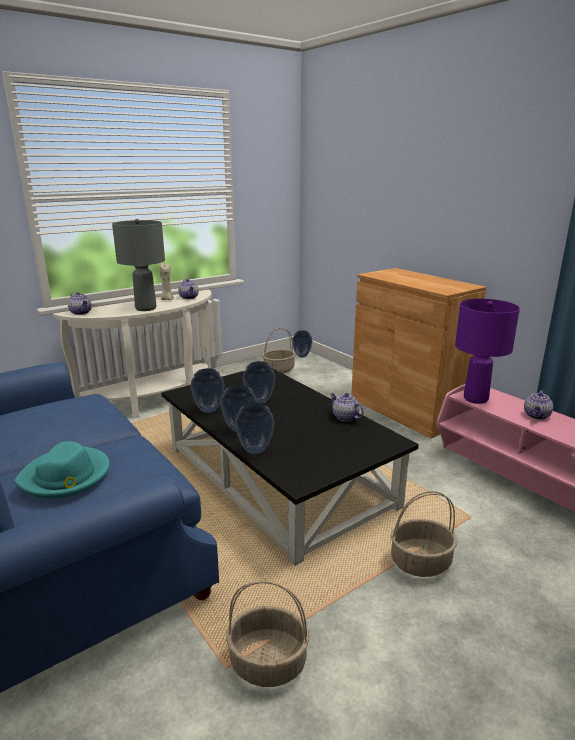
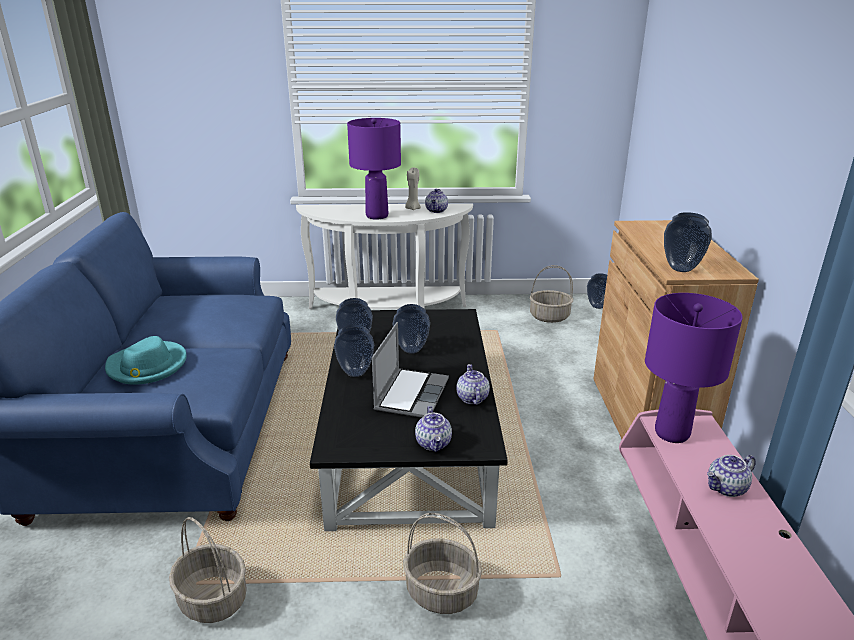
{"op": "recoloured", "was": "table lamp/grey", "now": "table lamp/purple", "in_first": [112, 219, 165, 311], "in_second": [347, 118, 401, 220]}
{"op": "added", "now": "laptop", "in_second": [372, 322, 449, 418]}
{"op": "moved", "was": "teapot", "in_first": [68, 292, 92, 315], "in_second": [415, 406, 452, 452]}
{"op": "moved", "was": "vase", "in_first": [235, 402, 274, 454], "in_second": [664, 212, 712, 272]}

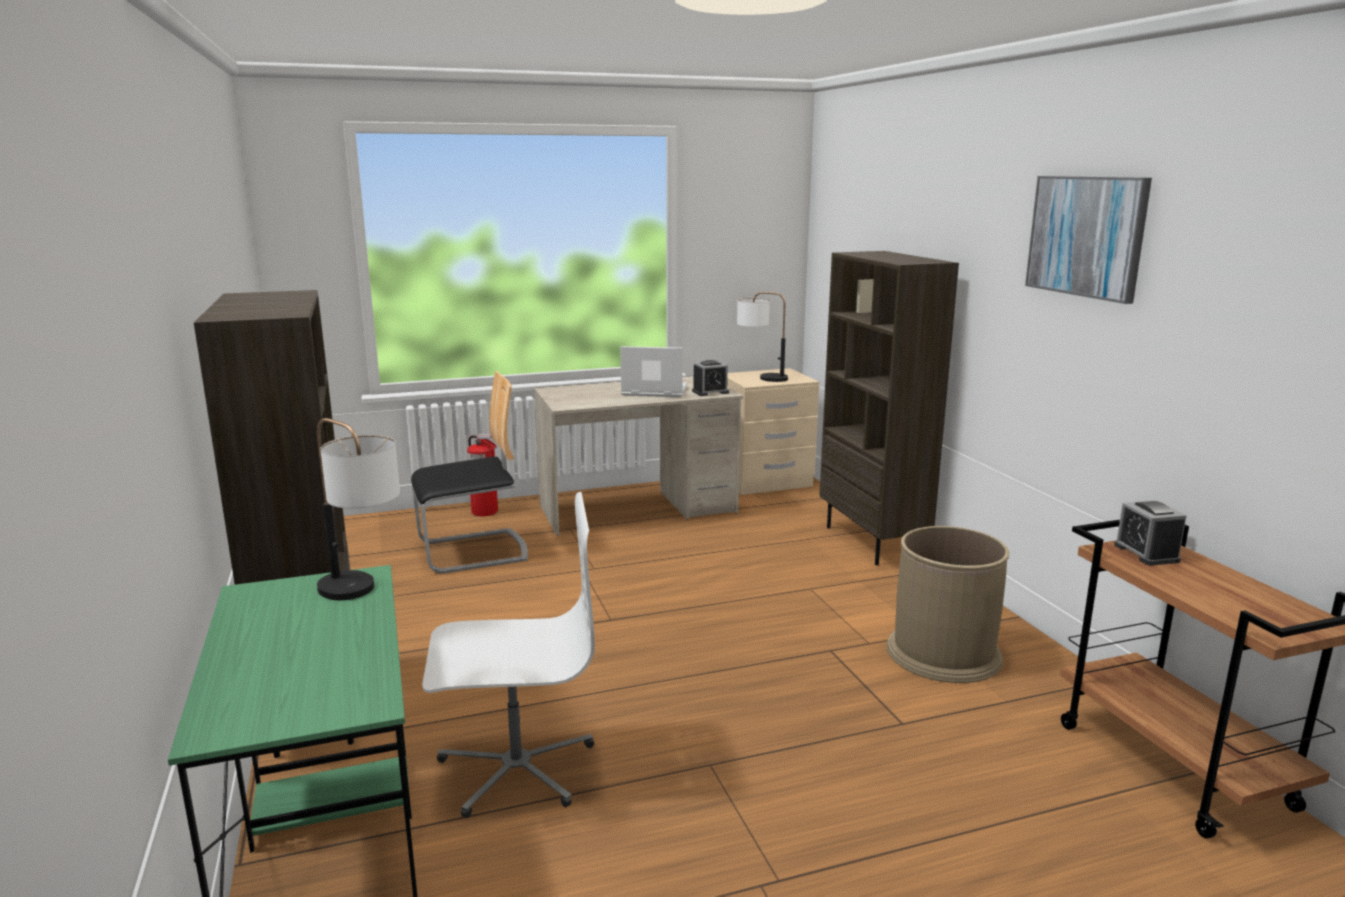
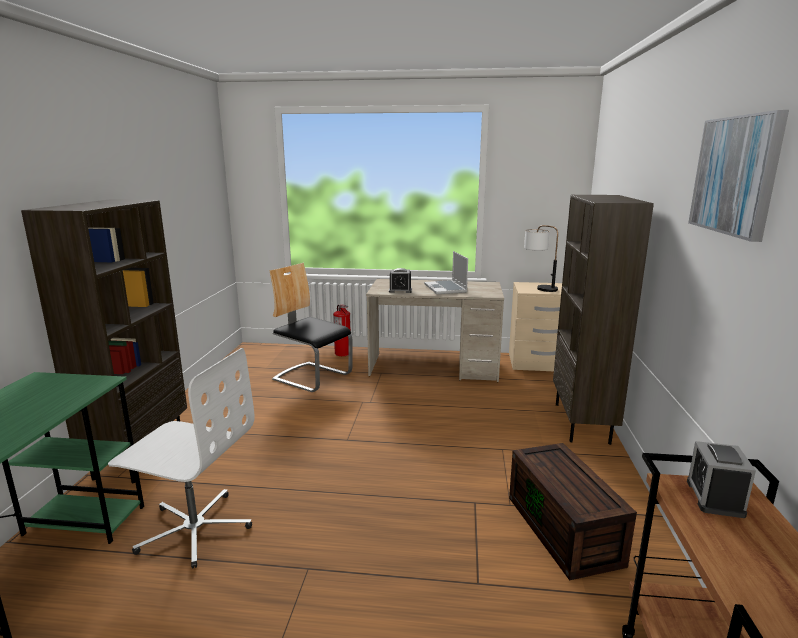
{"op": "turned", "was": "chair", "in_first": [411, 371, 528, 574], "in_second": [269, 263, 352, 392], "clockwise": -150}
{"op": "moved", "was": "alarm clock", "in_first": [692, 360, 729, 396], "in_second": [389, 268, 412, 293]}
{"op": "turned", "was": "laptop", "in_first": [620, 346, 687, 397], "in_second": [424, 251, 468, 294], "clockwise": -135}
{"op": "replaced", "was": "trash can/brown", "now": "storage box/brown", "in_first": [886, 526, 1009, 683], "in_second": [509, 443, 637, 580]}
{"op": "removed", "was": "table lamp", "in_first": [317, 418, 400, 600]}

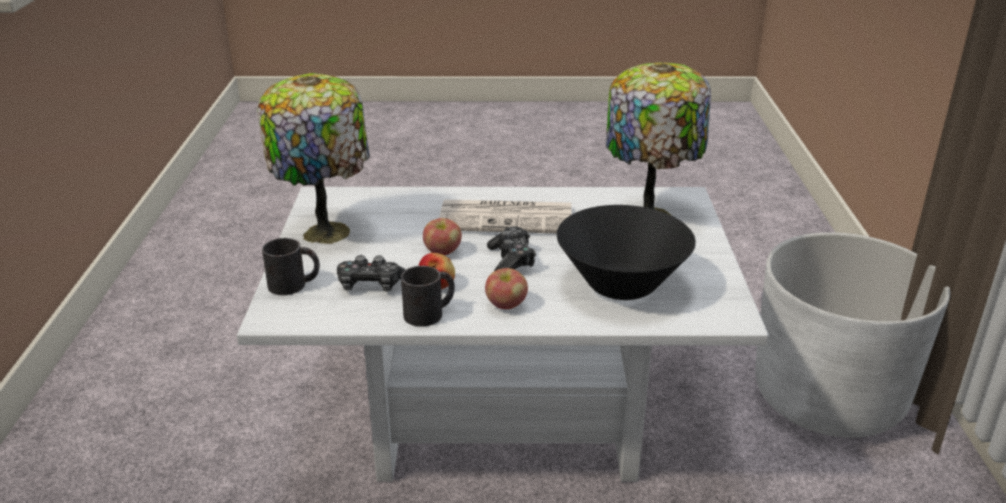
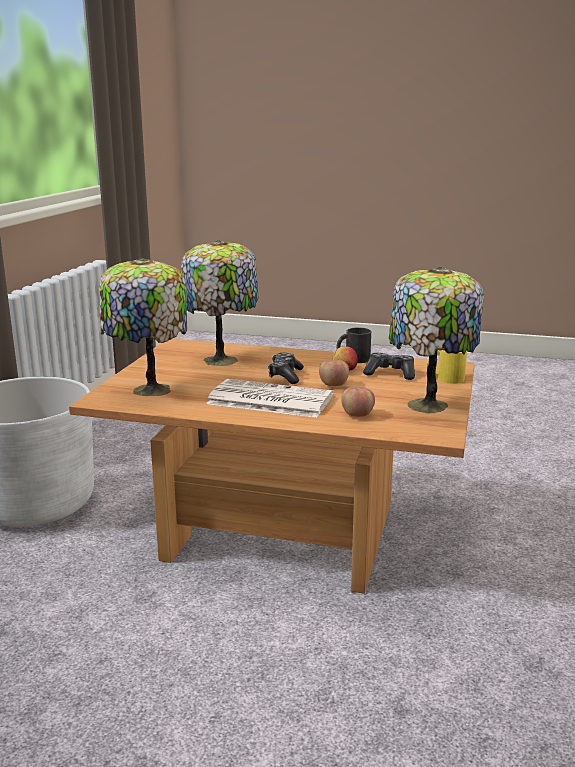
{"op": "recoloured", "was": "coffee table/white", "now": "coffee table/brown", "in_first": [237, 187, 769, 482], "in_second": [69, 339, 475, 594]}
{"op": "replaced", "was": "bowl/black", "now": "table lamp", "in_first": [556, 205, 696, 300], "in_second": [181, 240, 259, 366]}
{"op": "moved", "was": "apple", "in_first": [485, 268, 528, 309], "in_second": [341, 387, 375, 417]}
{"op": "recoloured", "was": "mug/black", "now": "mug/yellow", "in_first": [262, 238, 320, 295], "in_second": [427, 350, 467, 384]}

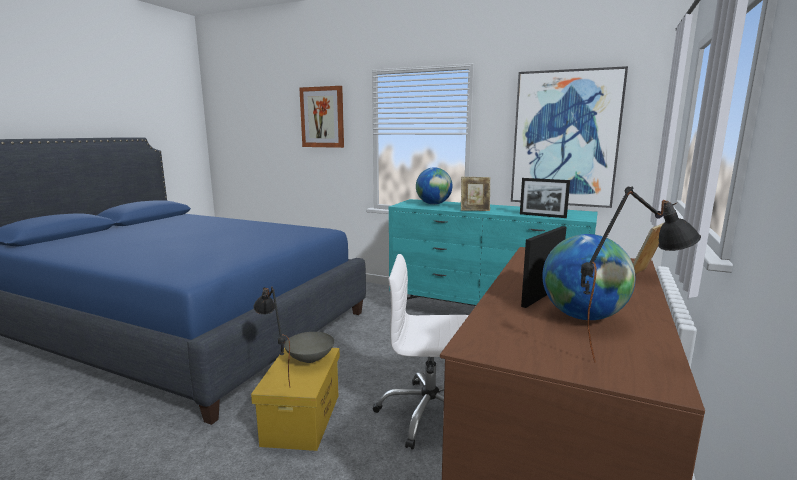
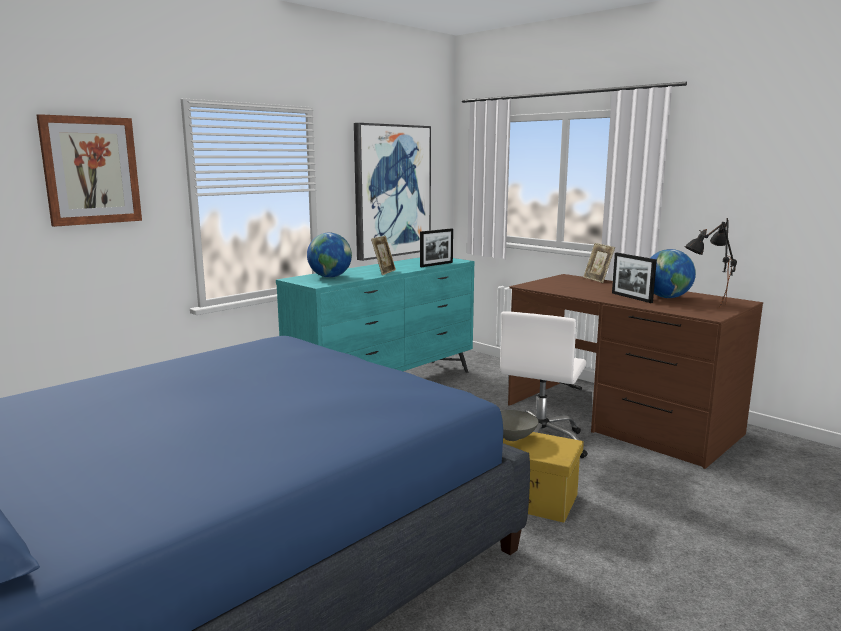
{"op": "moved", "was": "table lamp/black", "in_first": [253, 287, 290, 387], "in_second": [685, 222, 737, 308]}

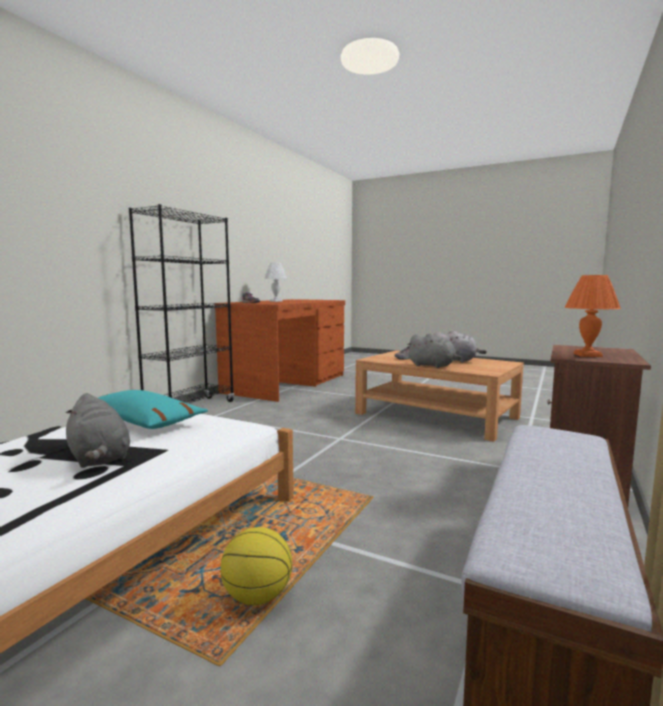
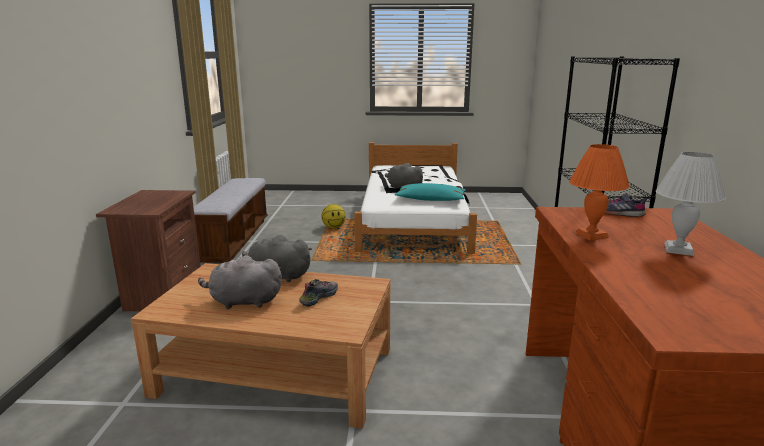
{"op": "moved", "was": "table lamp/orange", "in_first": [564, 275, 621, 357], "in_second": [569, 144, 630, 241]}

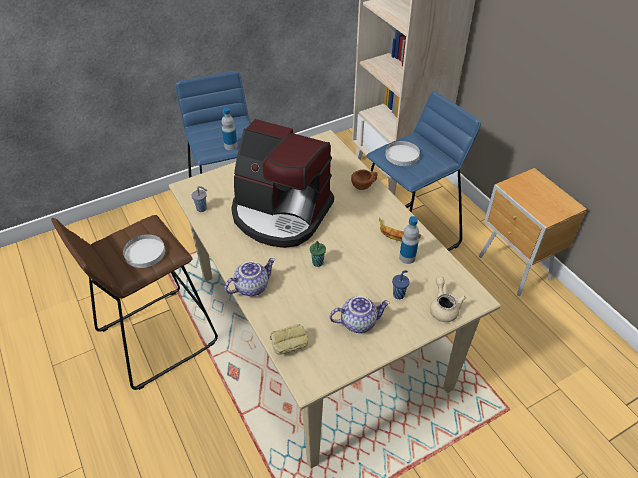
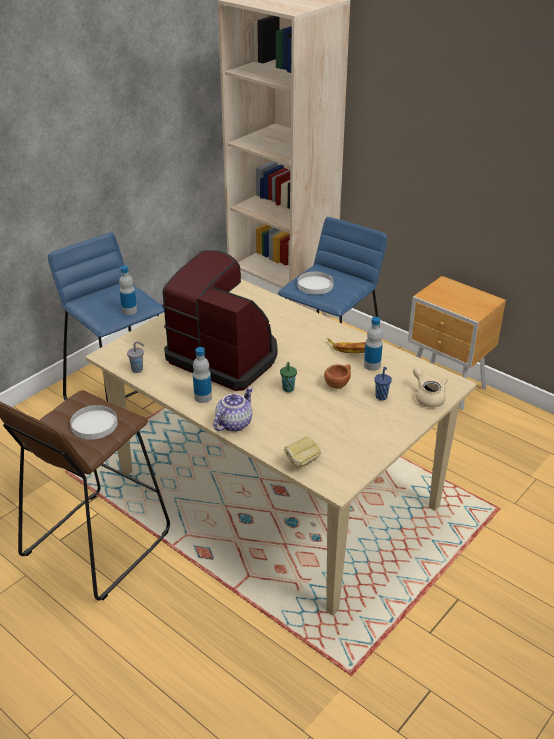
{"op": "turned", "was": "coffee machine", "in_first": [231, 119, 334, 248], "in_second": [162, 250, 278, 391], "clockwise": -150}
{"op": "added", "now": "bottle", "in_second": [193, 347, 212, 403]}
{"op": "moved", "was": "cup/brown", "in_first": [351, 169, 378, 190], "in_second": [324, 364, 351, 389]}
{"op": "removed", "was": "teapot", "in_first": [329, 296, 390, 333]}

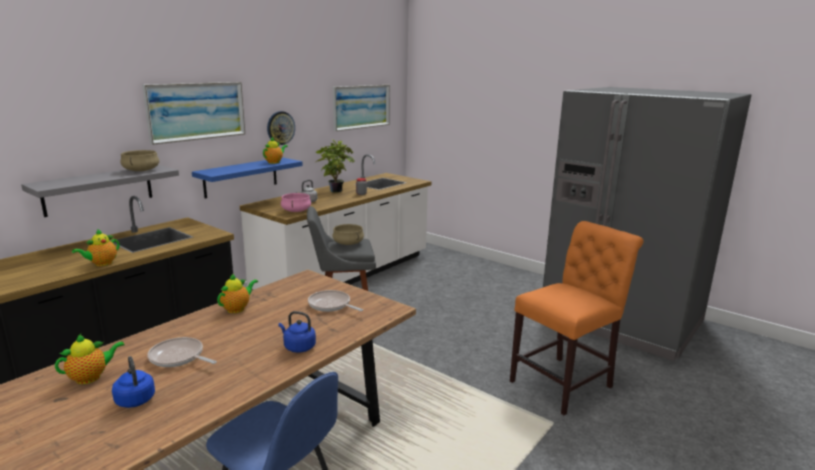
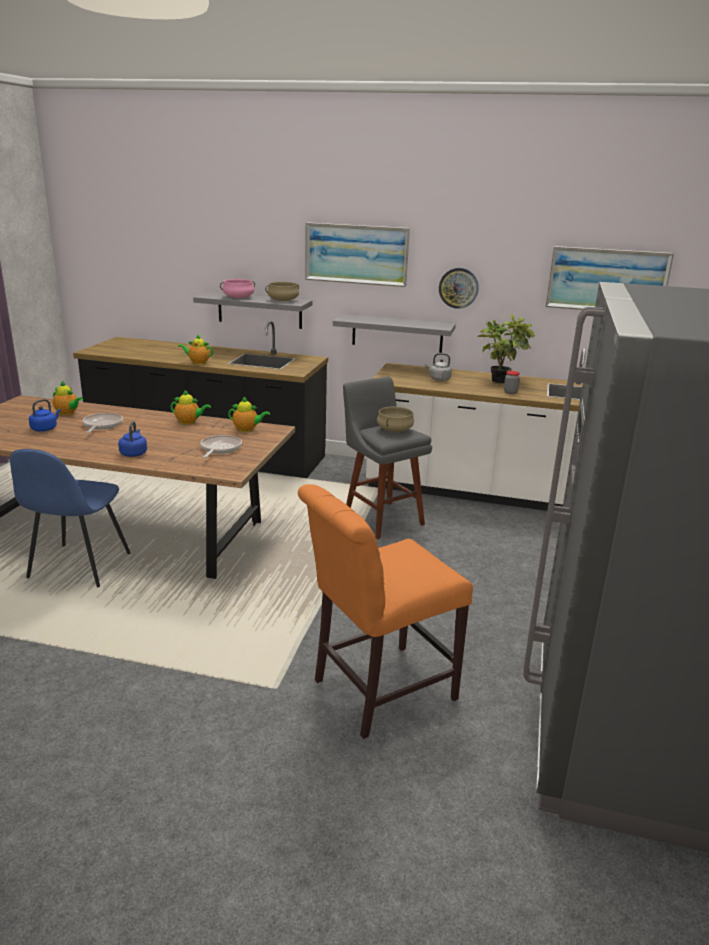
{"op": "moved", "was": "cooking pot/pink", "in_first": [281, 193, 311, 212], "in_second": [220, 279, 255, 298]}
{"op": "moved", "was": "teapot", "in_first": [263, 137, 288, 164], "in_second": [228, 397, 270, 432]}
{"op": "turned", "was": "chair/orange", "in_first": [510, 221, 644, 415], "in_second": [298, 484, 473, 739], "clockwise": 120}
{"op": "recoloured", "was": "shelf/blue", "now": "shelf/grey", "in_first": [192, 157, 303, 199], "in_second": [333, 314, 456, 353]}

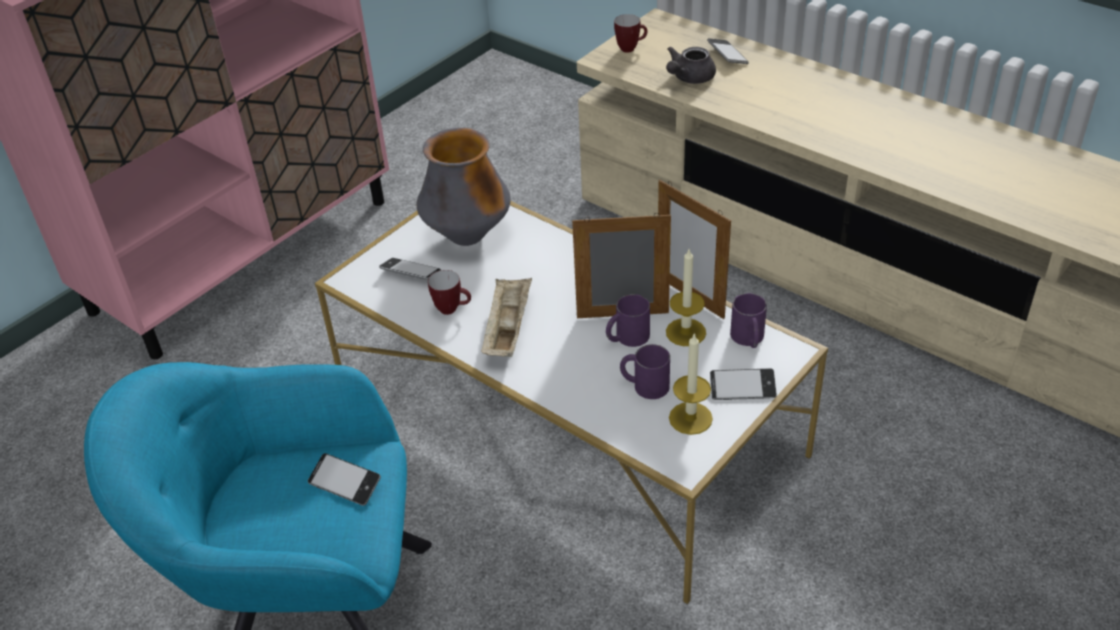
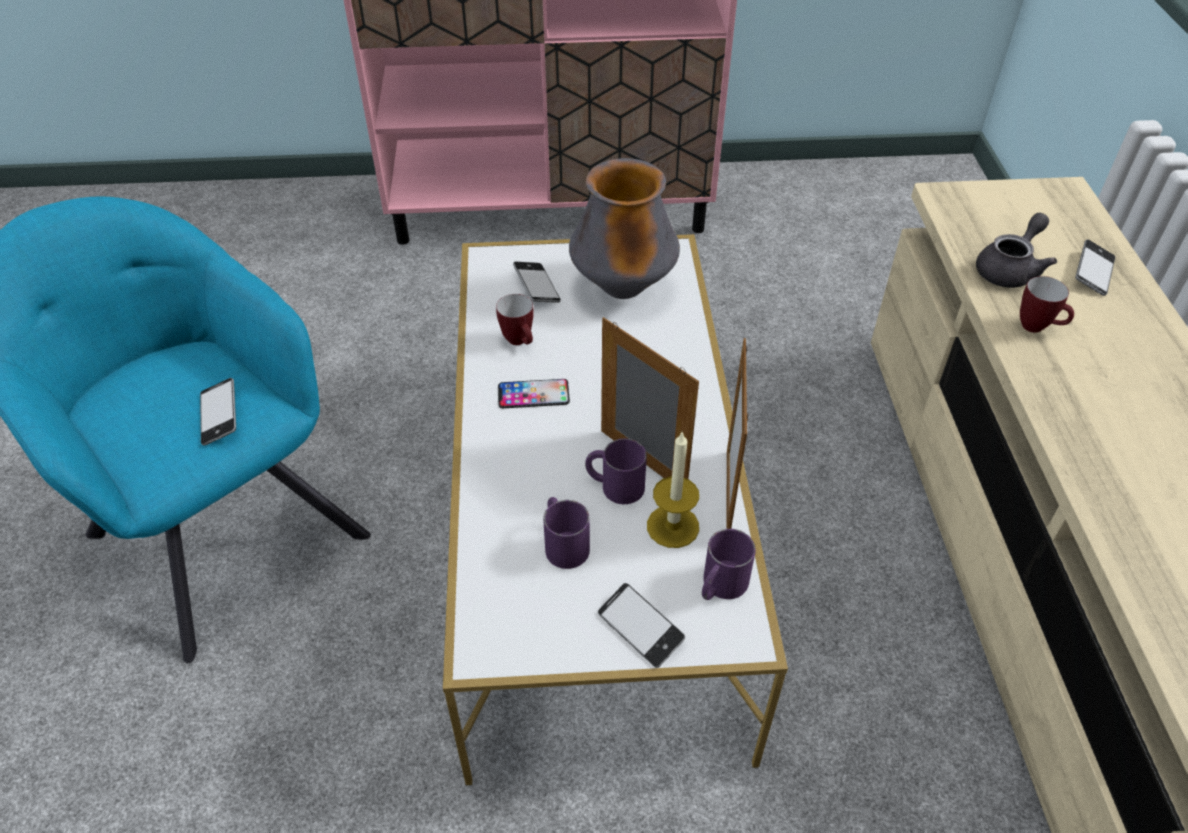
{"op": "replaced", "was": "tray/beige", "now": "phone", "in_first": [481, 278, 532, 357], "in_second": [498, 379, 570, 408]}
{"op": "turned", "was": "teapot/grey", "in_first": [666, 47, 716, 84], "in_second": [976, 213, 1057, 288], "clockwise": 135}
{"op": "moved", "was": "mug", "in_first": [614, 14, 648, 53], "in_second": [1020, 276, 1074, 333]}
{"op": "removed", "was": "candle", "in_first": [669, 333, 713, 435]}

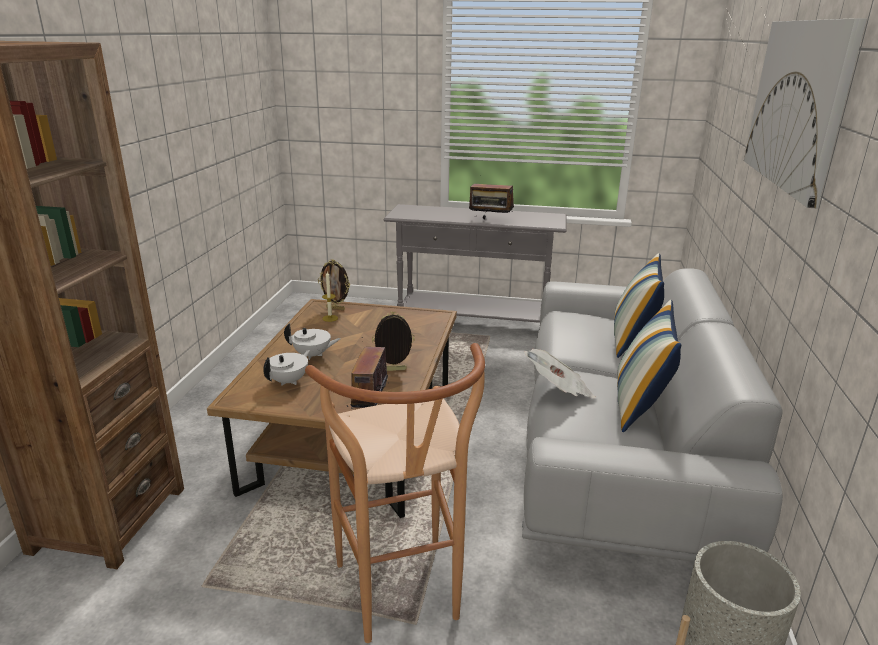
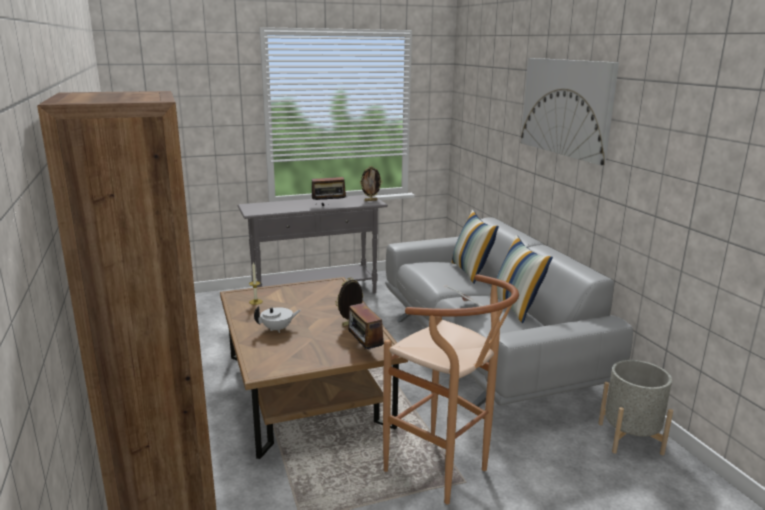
{"op": "moved", "was": "picture frame", "in_first": [318, 259, 351, 310], "in_second": [360, 166, 382, 201]}
{"op": "removed", "was": "teapot/white", "in_first": [263, 350, 310, 386]}

